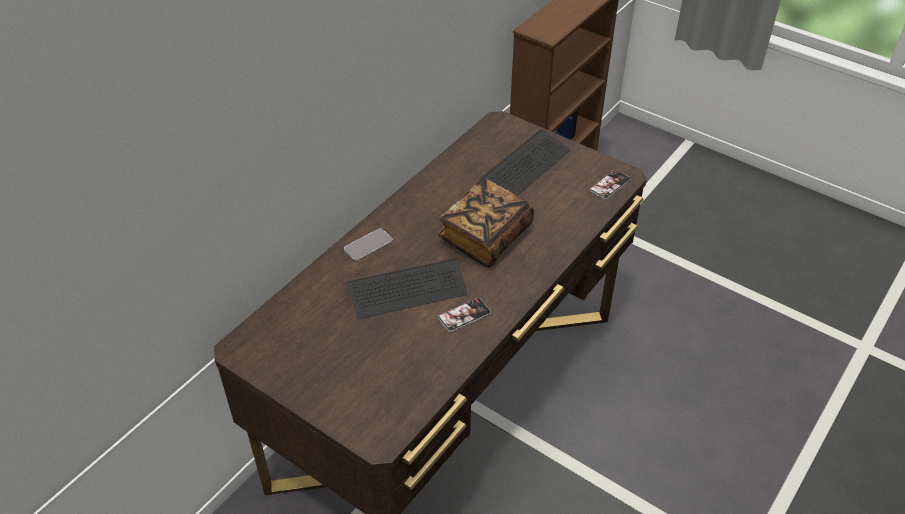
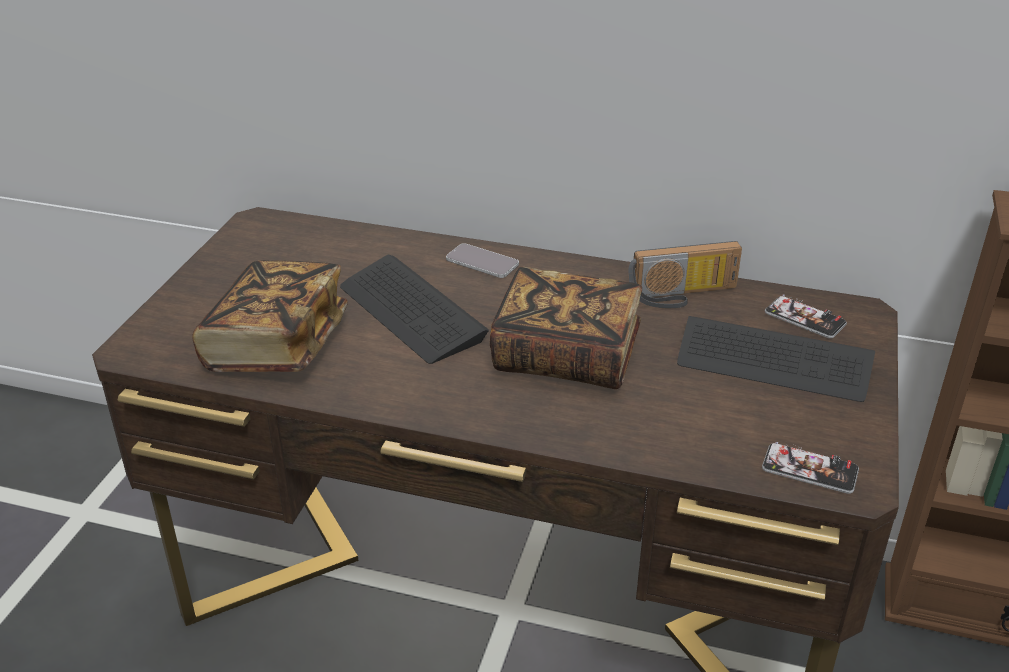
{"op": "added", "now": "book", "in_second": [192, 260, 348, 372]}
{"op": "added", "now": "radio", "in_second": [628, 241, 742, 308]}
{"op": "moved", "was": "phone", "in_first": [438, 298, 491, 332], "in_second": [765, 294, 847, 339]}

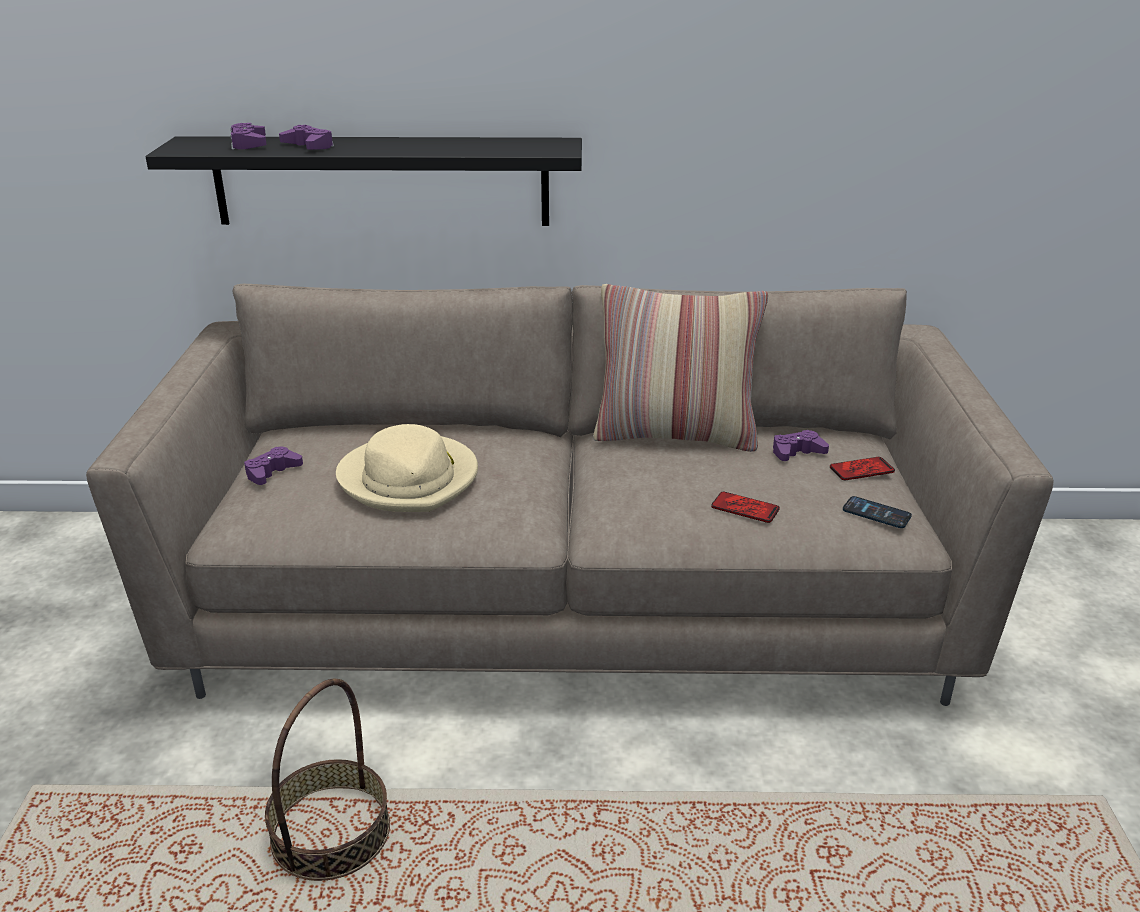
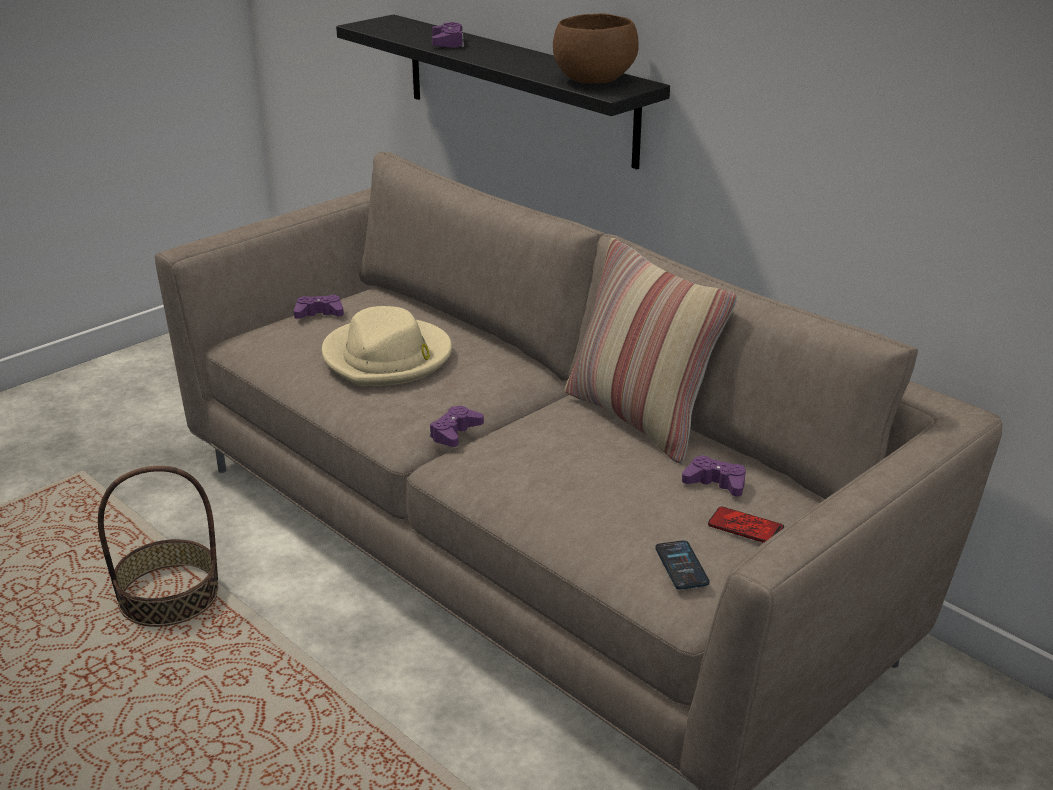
{"op": "moved", "was": "game controller/purple", "in_first": [230, 123, 267, 149], "in_second": [430, 406, 484, 447]}
{"op": "added", "now": "bowl/brown", "in_second": [553, 13, 639, 84]}
{"op": "removed", "was": "phone", "in_first": [711, 492, 780, 523]}

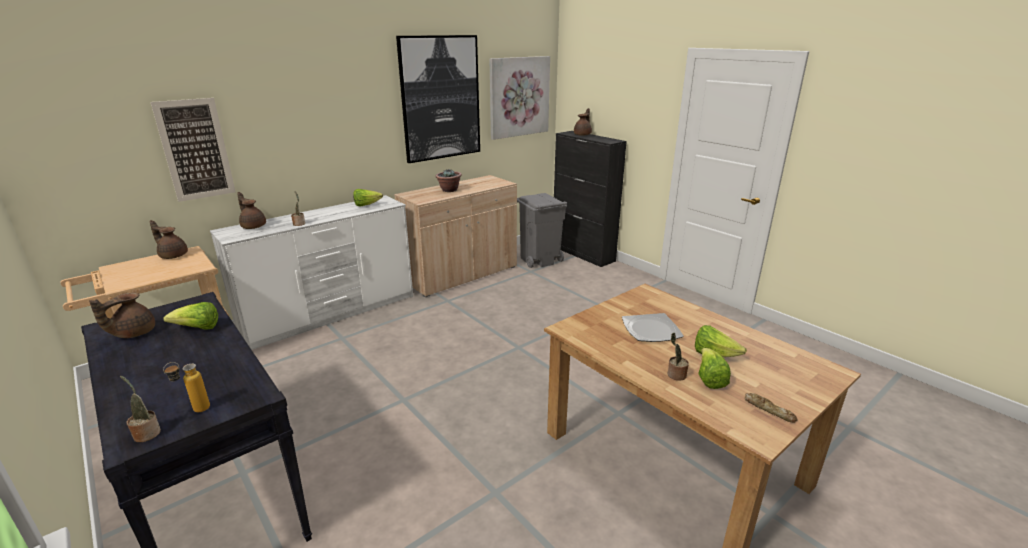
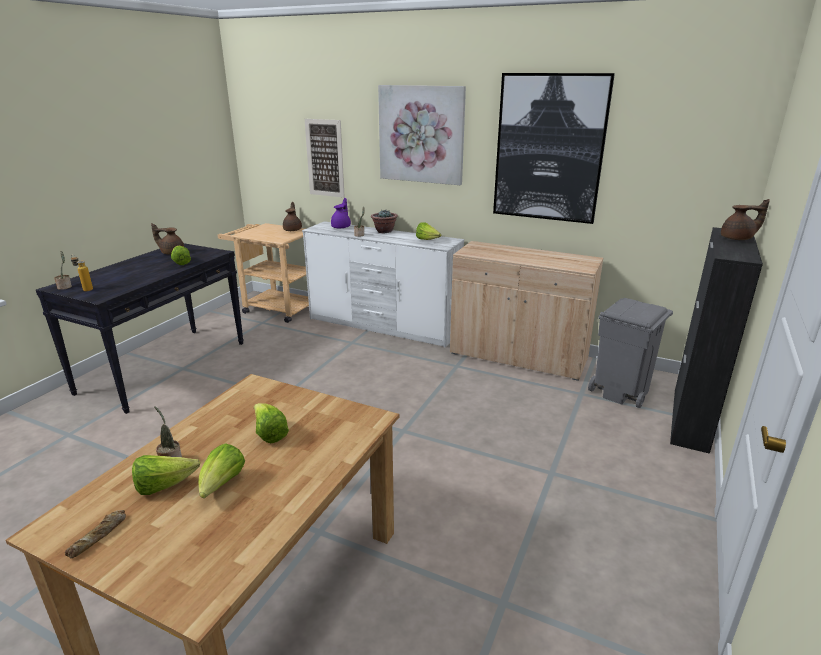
{"op": "replaced", "was": "plate", "now": "lettuce", "in_first": [622, 313, 684, 342], "in_second": [254, 403, 289, 443]}
{"op": "recoloured", "was": "teapot/brown", "now": "teapot/purple", "in_first": [237, 192, 266, 229], "in_second": [331, 198, 351, 229]}
{"op": "moved", "was": "potted plant", "in_first": [435, 169, 462, 192], "in_second": [371, 210, 398, 233]}
{"op": "moved", "was": "picture", "in_first": [489, 56, 550, 140], "in_second": [378, 85, 466, 185]}

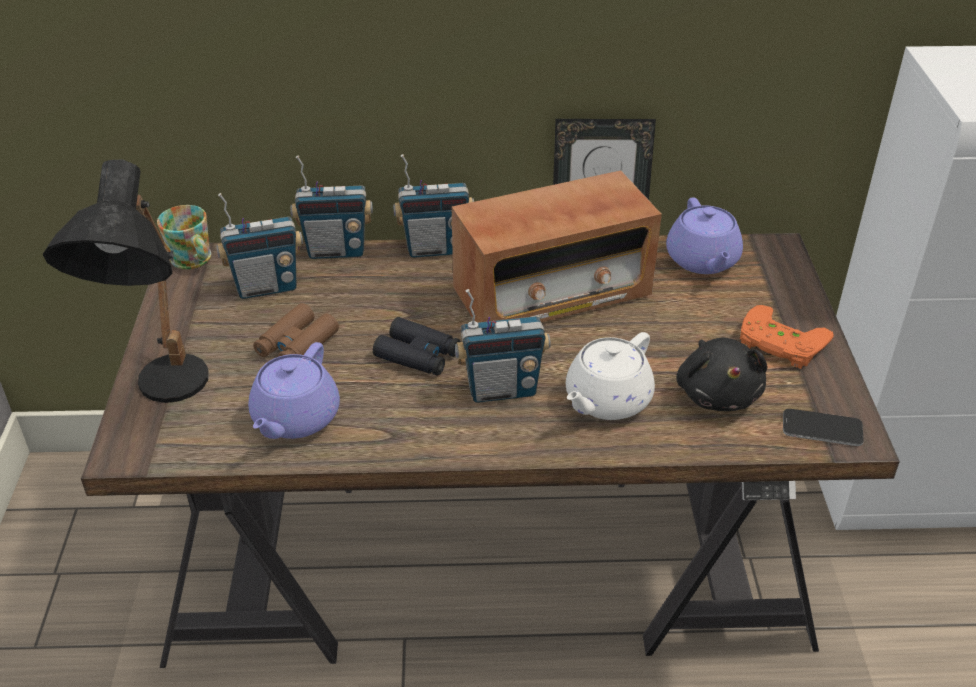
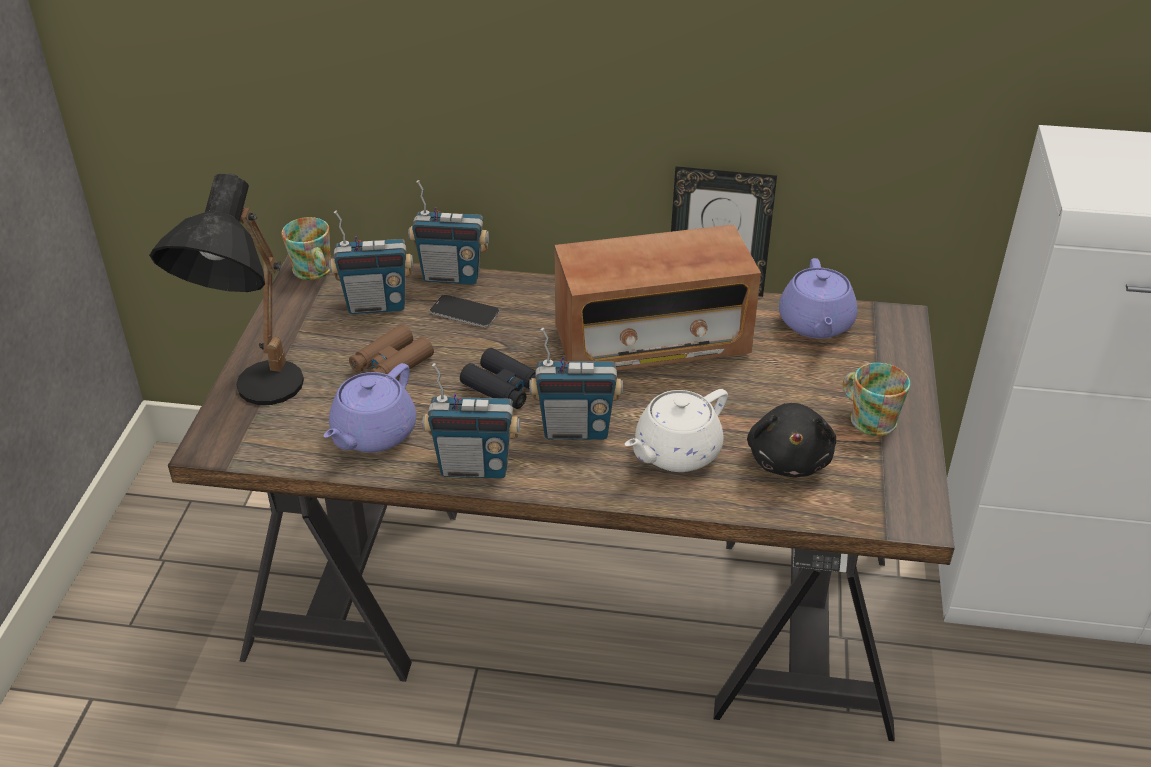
{"op": "moved", "was": "radio", "in_first": [393, 154, 474, 258], "in_second": [422, 363, 520, 479]}
{"op": "moved", "was": "phone", "in_first": [783, 409, 864, 446], "in_second": [430, 295, 499, 327]}
{"op": "replaced", "was": "game controller/orange", "now": "mug", "in_first": [740, 305, 834, 369], "in_second": [843, 363, 910, 436]}

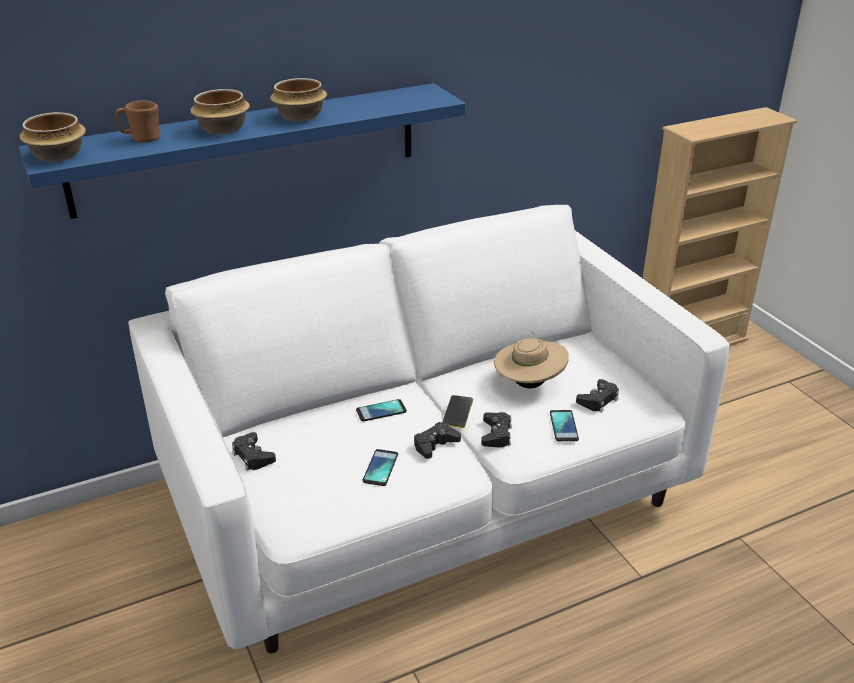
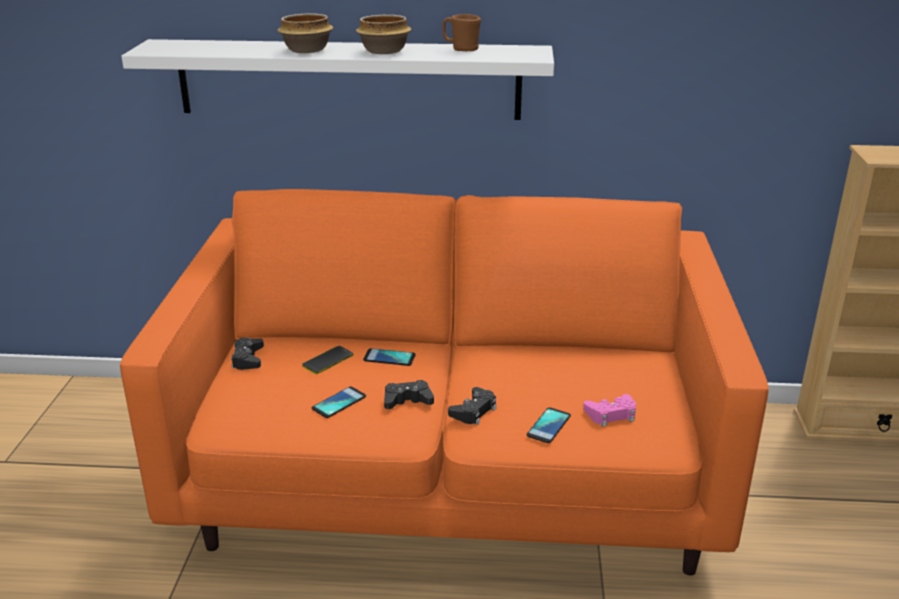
{"op": "recoloured", "was": "sofa/white", "now": "sofa/orange", "in_first": [128, 205, 729, 653], "in_second": [120, 189, 769, 575]}
{"op": "recoloured", "was": "shelf/blue", "now": "shelf/white", "in_first": [19, 83, 466, 219], "in_second": [121, 39, 554, 120]}
{"op": "moved", "was": "phone", "in_first": [442, 395, 473, 428], "in_second": [302, 346, 354, 375]}
{"op": "moved", "was": "mug/brown", "in_first": [115, 100, 160, 142], "in_second": [442, 14, 481, 51]}
{"op": "recoloured", "was": "game controller/black", "now": "game controller/pink", "in_first": [576, 379, 619, 413], "in_second": [583, 394, 636, 427]}
{"op": "removed", "was": "bowl", "in_first": [20, 112, 86, 162]}
{"op": "removed", "was": "hat/beige", "in_first": [494, 331, 569, 388]}

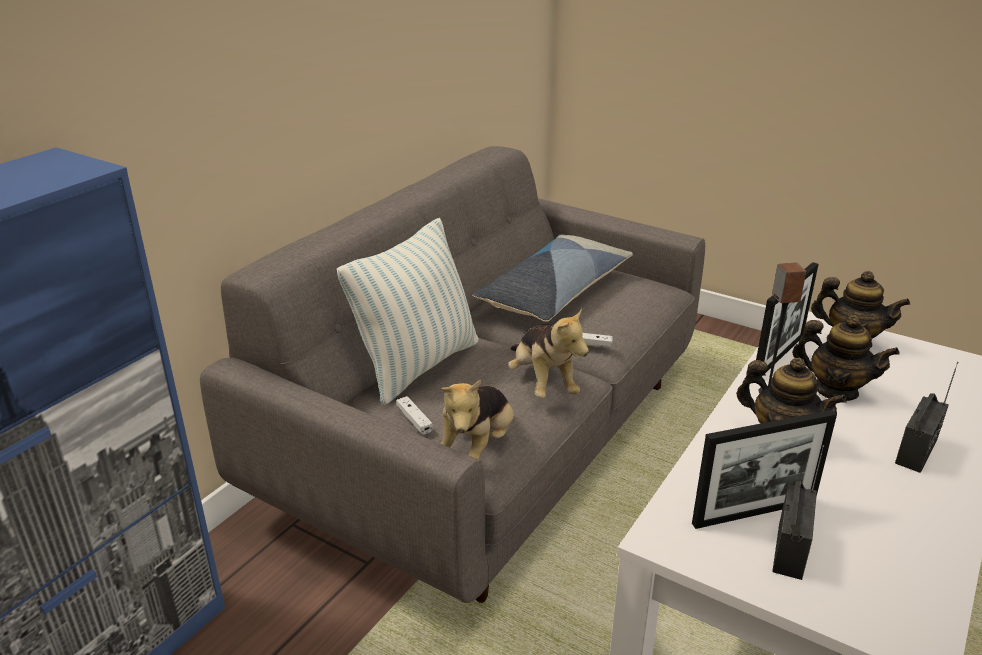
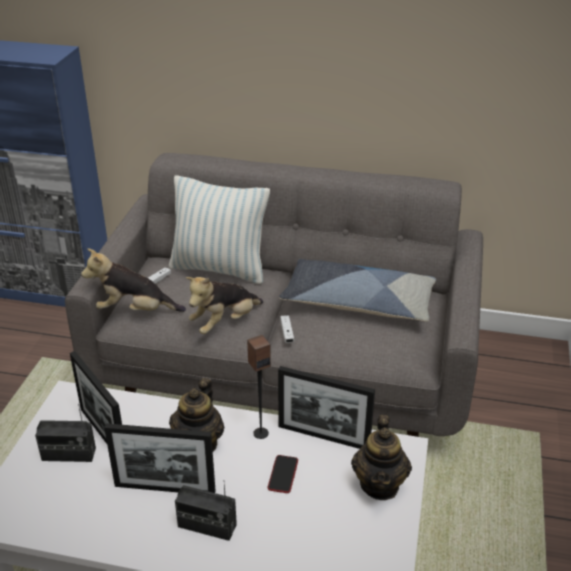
{"op": "added", "now": "picture frame", "in_second": [104, 423, 216, 493]}
{"op": "replaced", "was": "teapot", "now": "phone", "in_first": [792, 315, 900, 401], "in_second": [268, 455, 298, 493]}

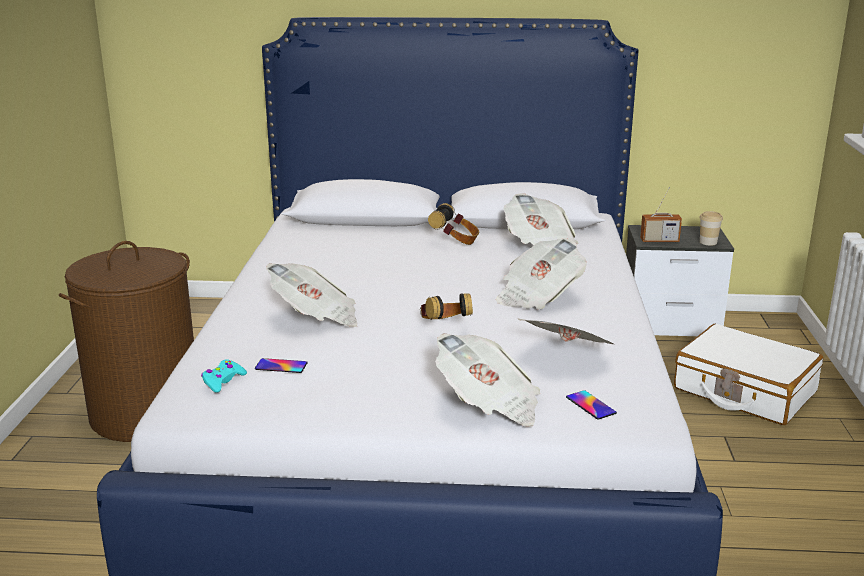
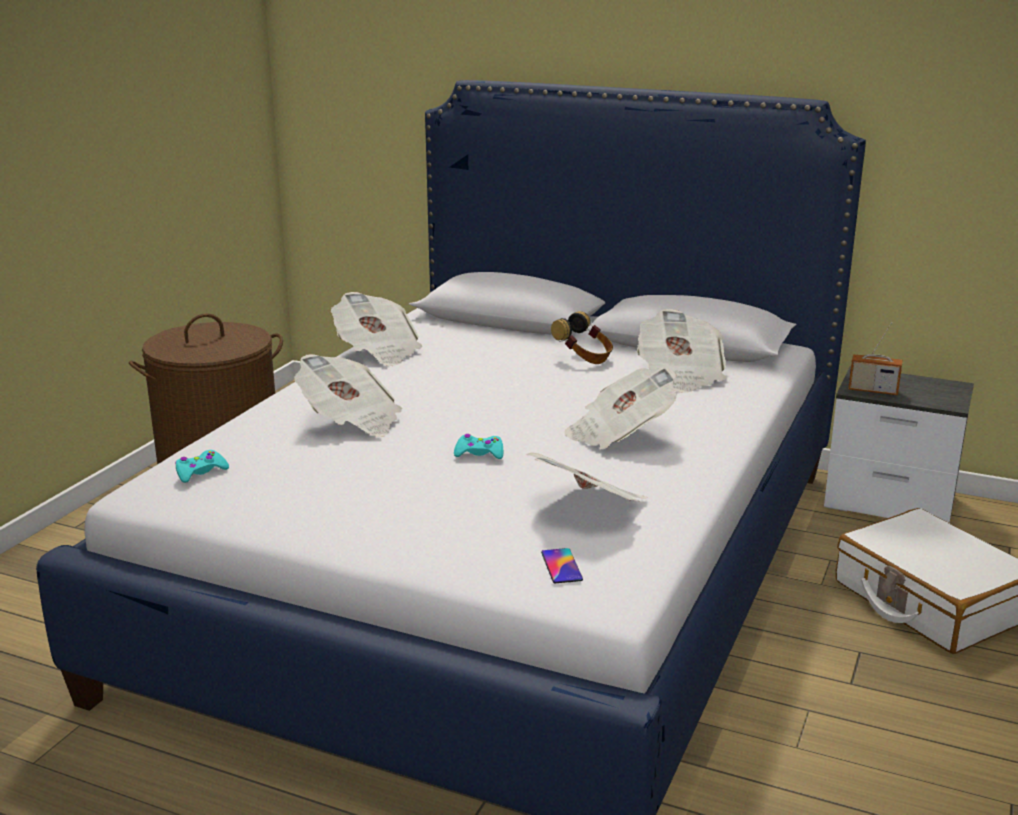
{"op": "moved", "was": "newspaper", "in_first": [435, 333, 540, 427], "in_second": [331, 292, 422, 366]}
{"op": "replaced", "was": "headphones", "now": "game controller/turquoise", "in_first": [420, 293, 473, 320], "in_second": [454, 434, 503, 459]}
{"op": "removed", "was": "phone", "in_first": [255, 358, 308, 373]}
{"op": "removed", "was": "cup", "in_first": [699, 211, 723, 245]}

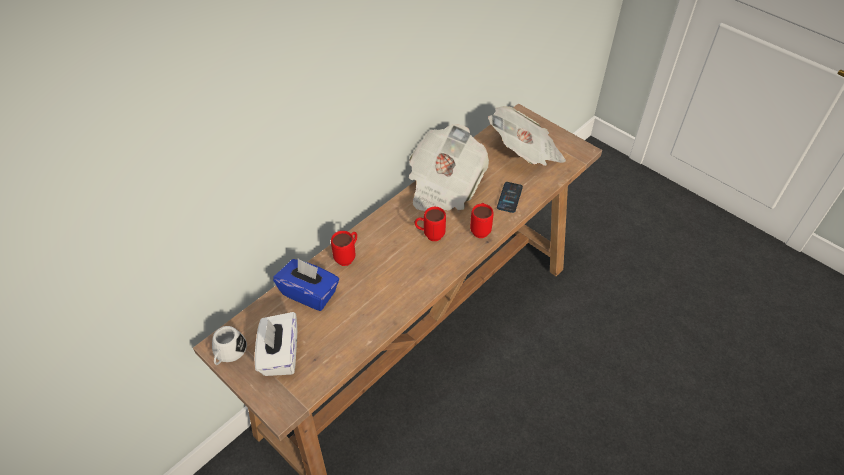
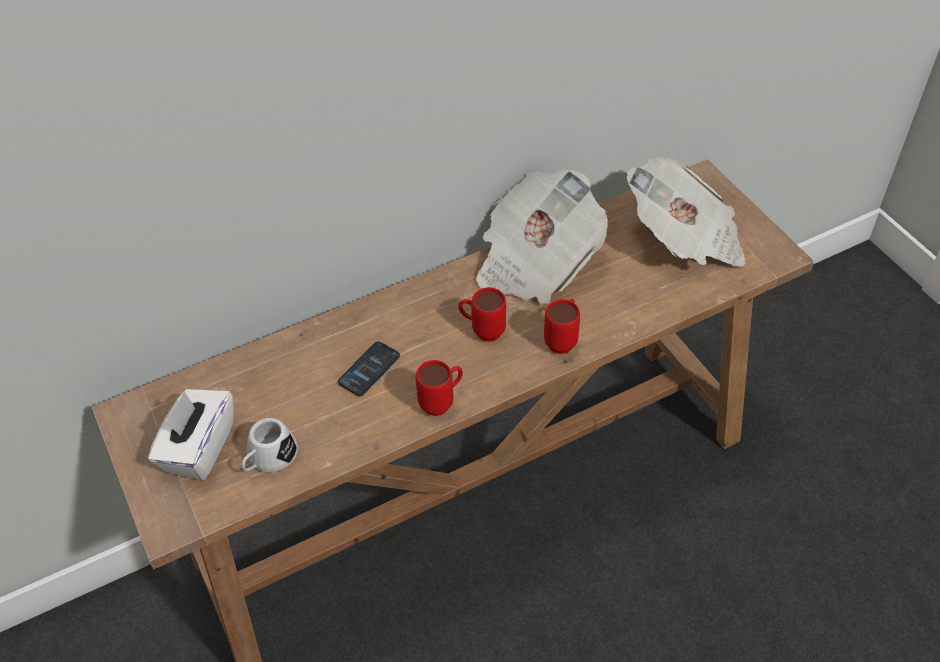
{"op": "moved", "was": "mug/white", "in_first": [212, 326, 247, 365], "in_second": [242, 418, 298, 472]}
{"op": "moved", "was": "phone", "in_first": [497, 182, 523, 213], "in_second": [338, 341, 400, 396]}
{"op": "moved", "was": "mug/red", "in_first": [331, 231, 357, 266], "in_second": [415, 360, 463, 416]}
{"op": "removed", "was": "tissue box/blue", "in_first": [273, 258, 339, 311]}

